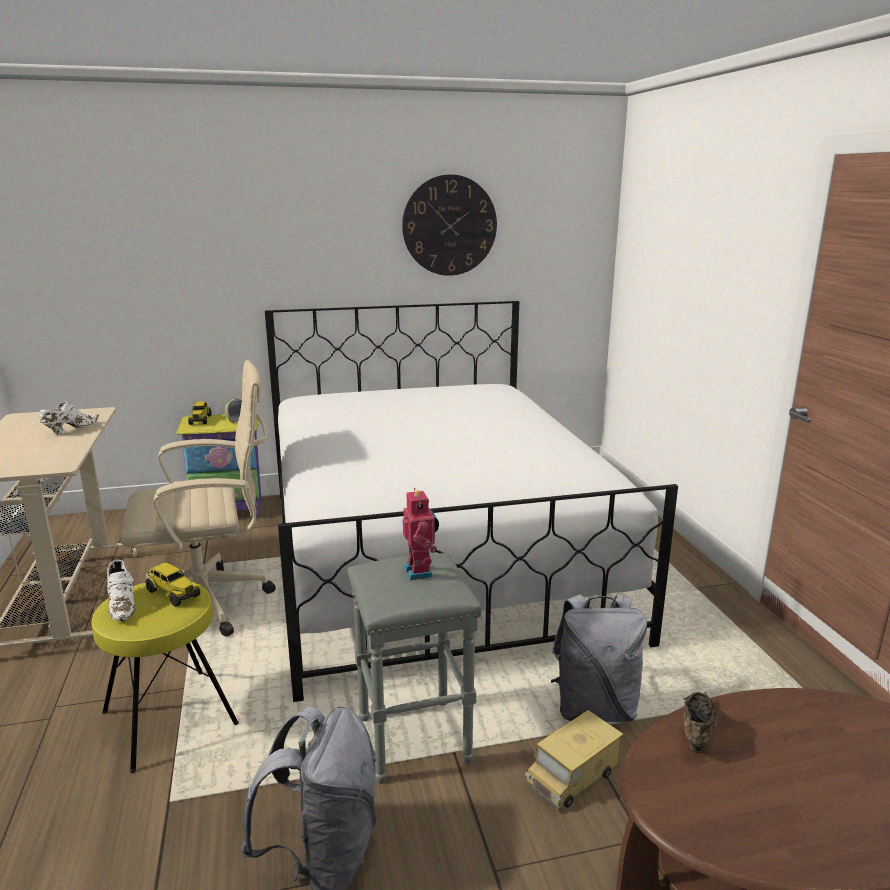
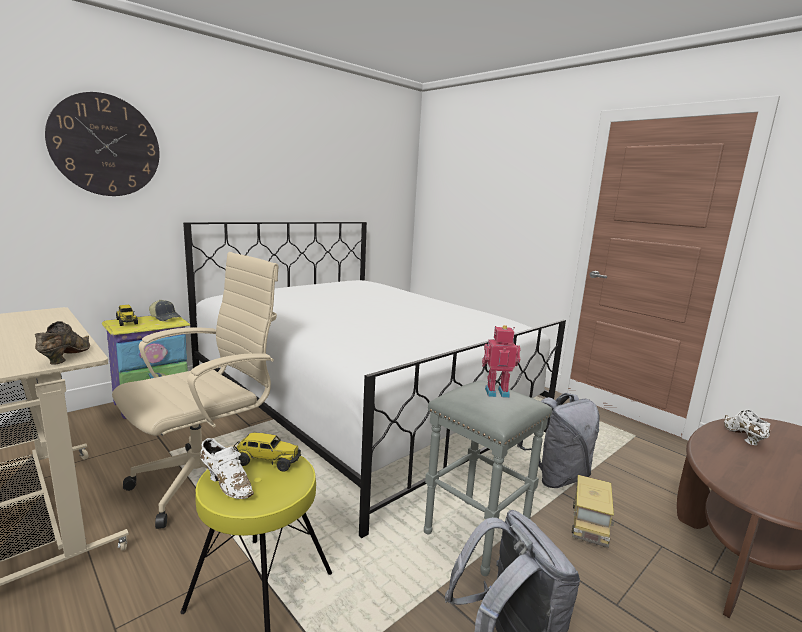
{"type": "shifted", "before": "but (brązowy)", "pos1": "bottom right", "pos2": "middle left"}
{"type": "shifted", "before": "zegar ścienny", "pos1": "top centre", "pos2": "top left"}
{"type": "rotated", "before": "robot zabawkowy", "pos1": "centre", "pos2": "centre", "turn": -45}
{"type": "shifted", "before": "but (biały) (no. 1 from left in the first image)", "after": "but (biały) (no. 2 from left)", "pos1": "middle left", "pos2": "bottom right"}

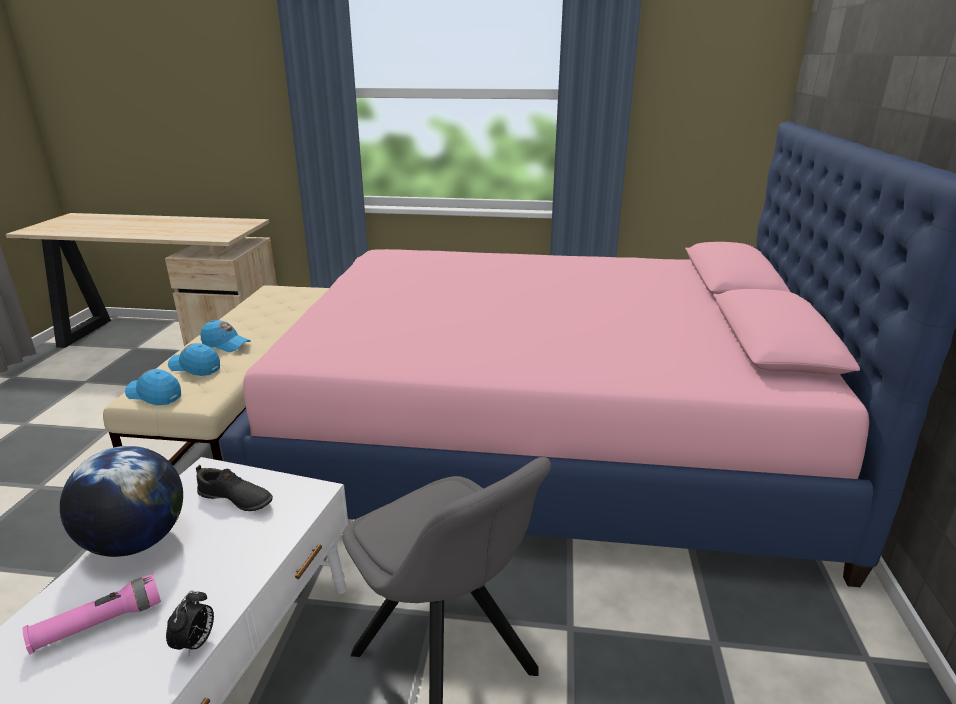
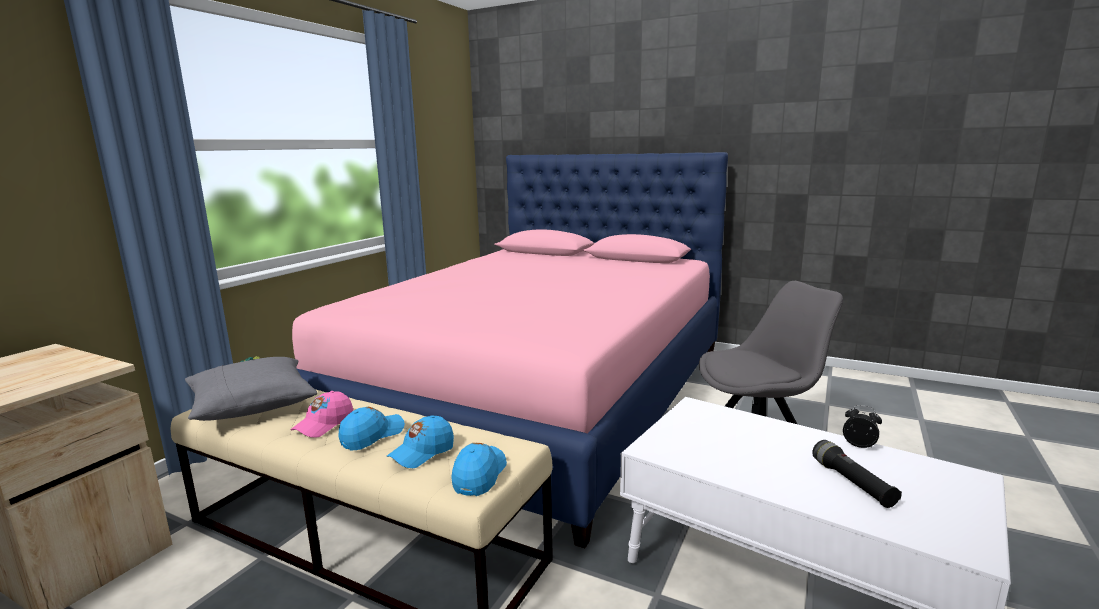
{"type": "new", "after": "poduszka (szary)", "pos2": "middle left"}
{"type": "new", "after": "czapka z daszkiem (różowy)", "pos2": "bottom left"}
{"type": "rotated", "before": "czapka z daszkiem (niebieski) (no. 1 from left in the first image)", "pos1": "middle left", "pos2": "bottom centre", "turn": 150}
{"type": "repainted", "before": "latarka (różowy)", "after": "latarka (czarny)", "pos1": "bottom left", "pos2": "bottom right"}
{"type": "gone", "before": "globus", "pos1": "bottom left"}
{"type": "gone", "before": "but (czarny)", "pos1": "bottom left"}

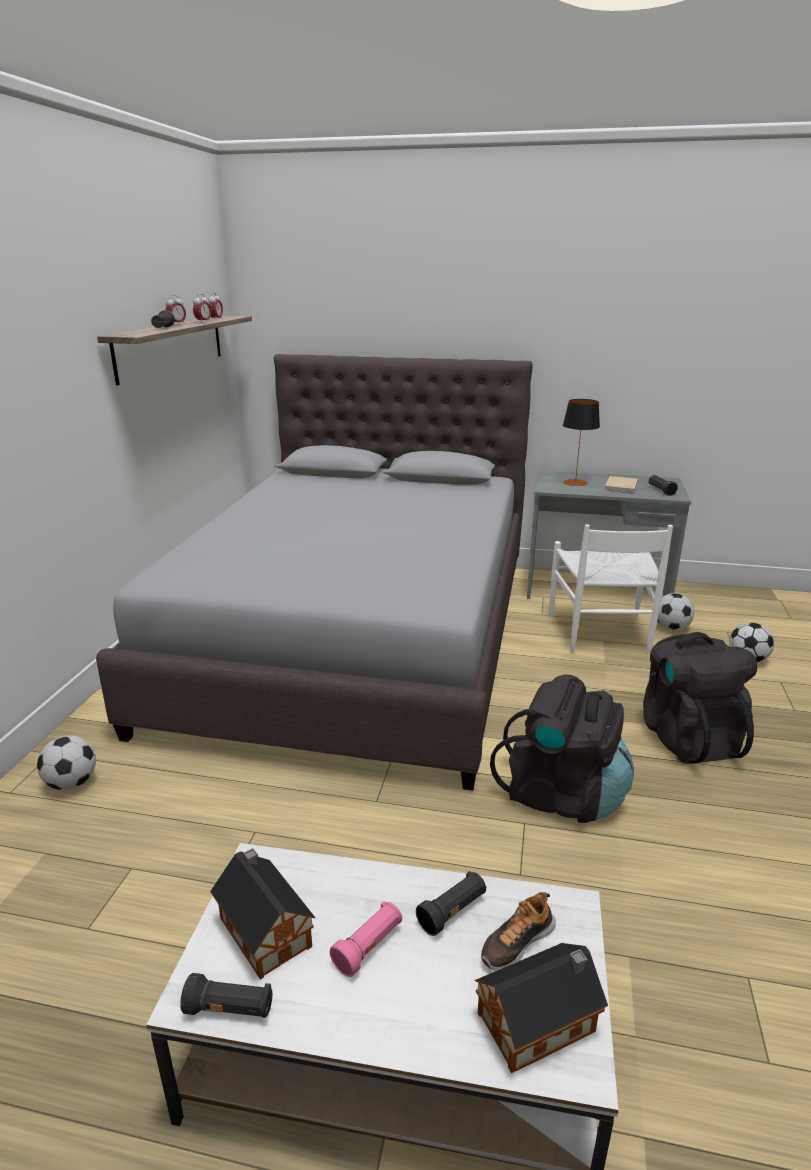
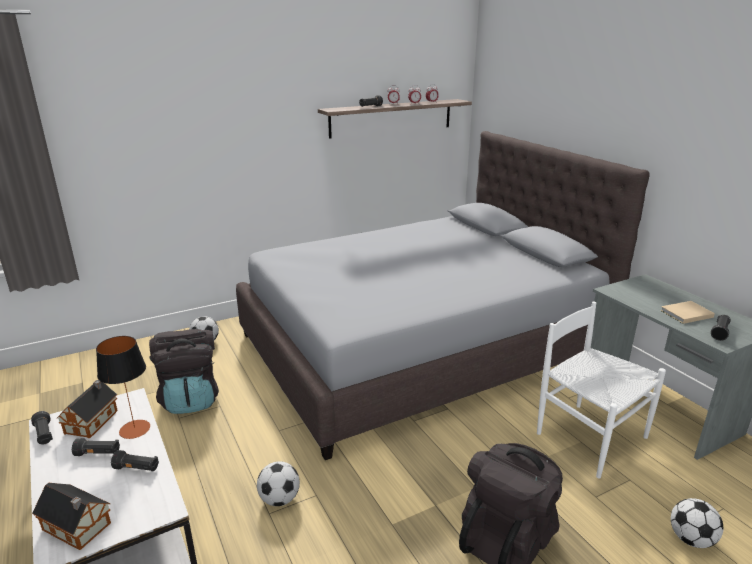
{"type": "repainted", "before": "latarka (różowy)", "after": "latarka (czarny) (no. 2 from left)", "pos1": "bottom centre", "pos2": "bottom left"}
{"type": "shifted", "before": "lampa stołowa", "pos1": "middle right", "pos2": "bottom left"}
{"type": "shifted", "before": "plecak (czarny) (no. 1 from left)", "pos1": "middle right", "pos2": "middle left"}
{"type": "shifted", "before": "piłka futbolowa (no. 2 from left)", "pos1": "middle right", "pos2": "bottom centre"}
{"type": "rotated", "before": "krzesło (biały)", "pos1": "middle right", "pos2": "bottom right", "turn": 90}
{"type": "gone", "before": "but", "pos1": "bottom centre"}

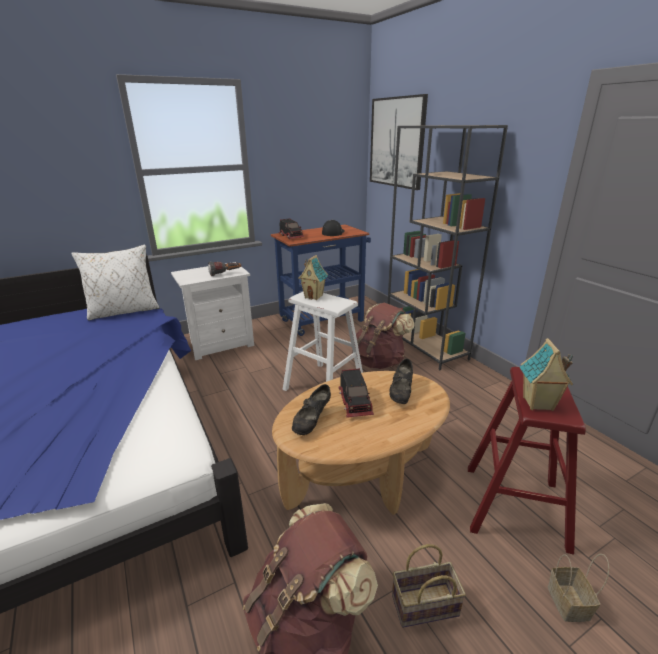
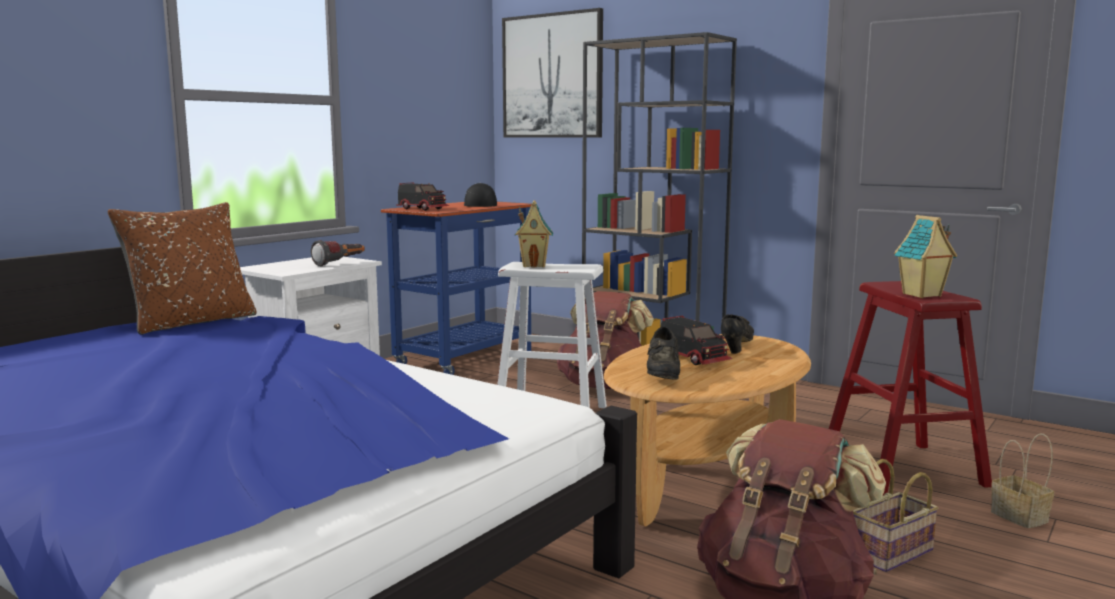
{"type": "repainted", "before": "poduszka (biały)", "after": "poduszka (brązowy)", "pos1": "middle left", "pos2": "middle left"}
{"type": "rotated", "before": "but (czarny) (no. 2 from left)", "pos1": "centre", "pos2": "centre", "turn": -150}

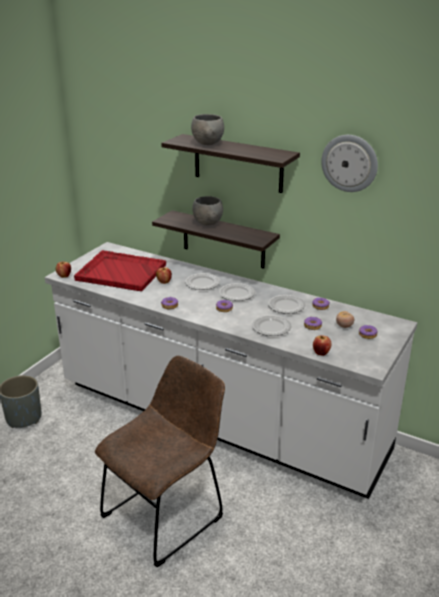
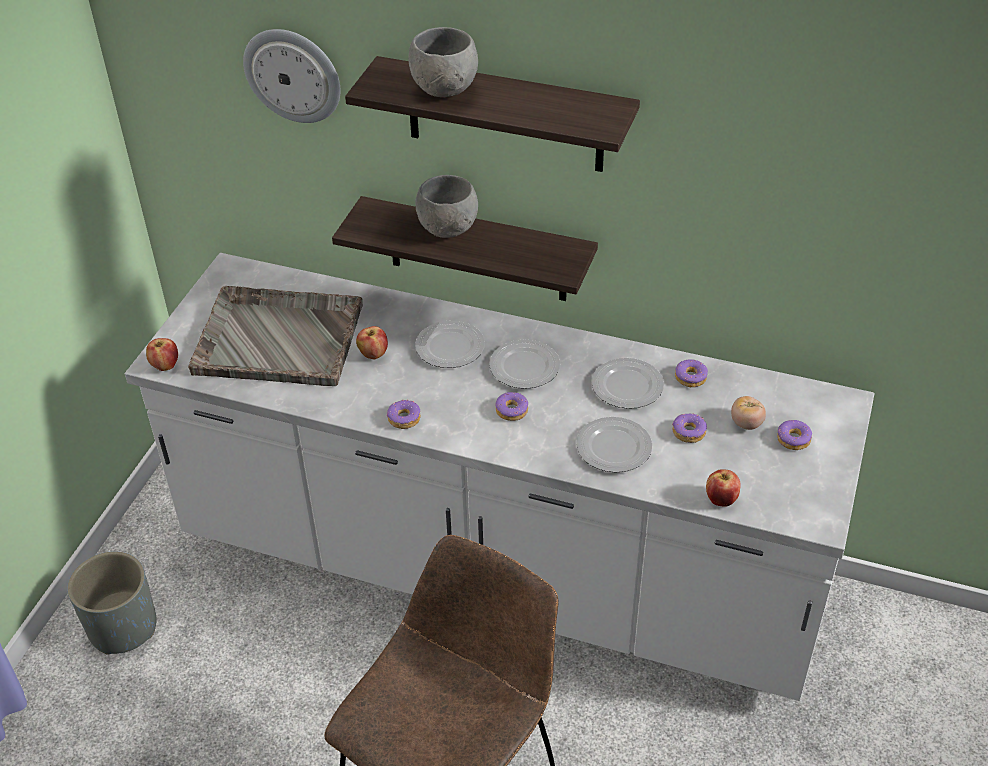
{"type": "repainted", "before": "taca (czerwony)", "after": "taca (szary)", "pos1": "middle left", "pos2": "middle left"}
{"type": "shifted", "before": "zegar ścienny", "pos1": "top right", "pos2": "top left"}

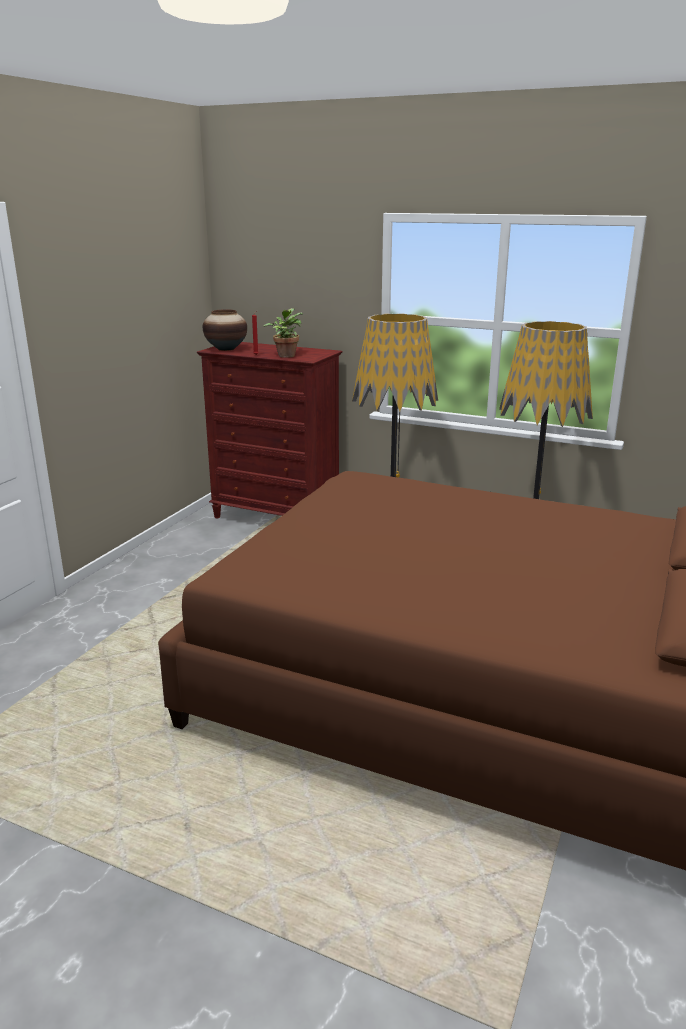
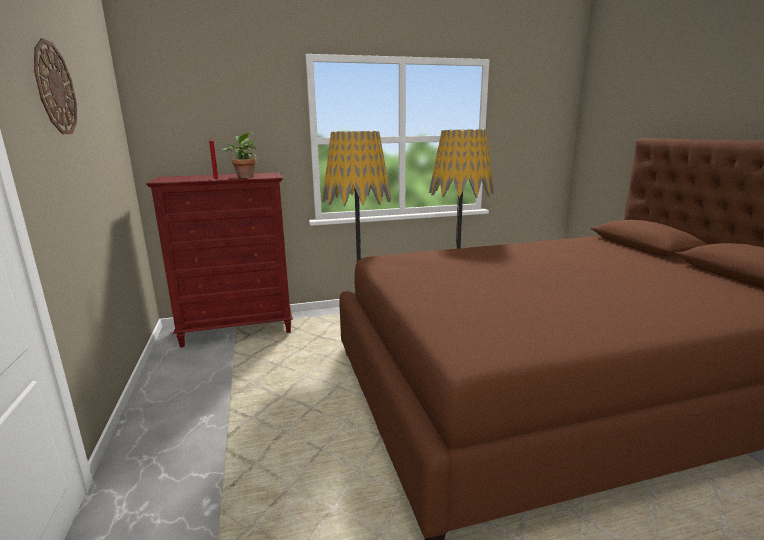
{"type": "new", "after": "zegar ścienny", "pos2": "top left"}
{"type": "gone", "before": "wazon", "pos1": "top left"}

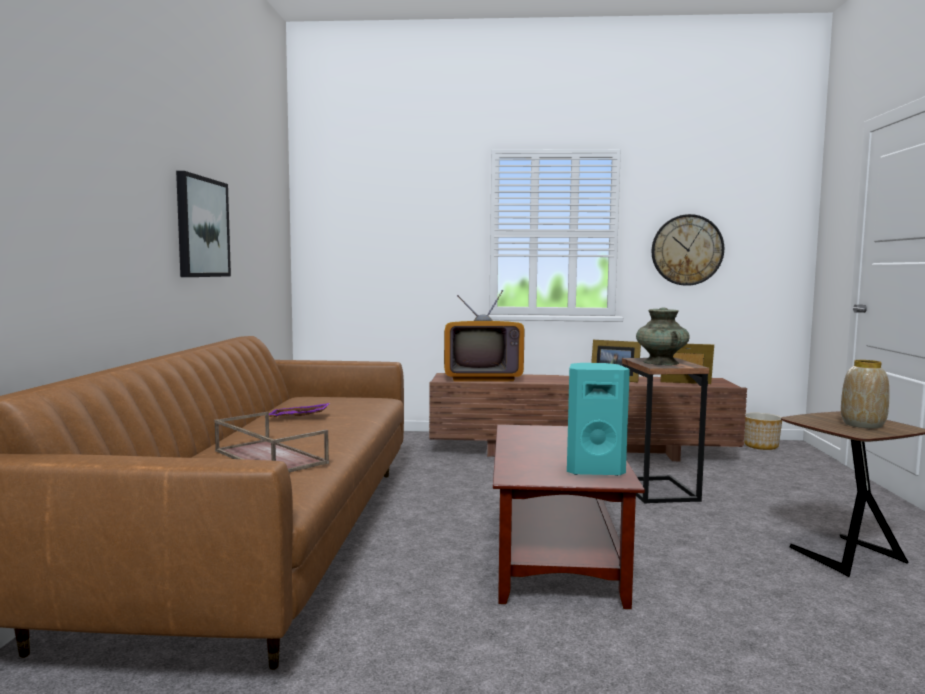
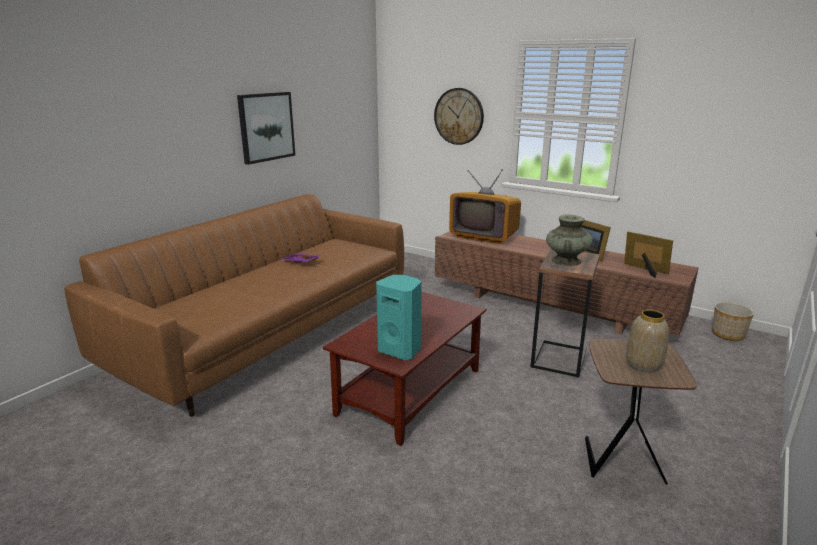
{"type": "shifted", "before": "zegar ścienny", "pos1": "middle right", "pos2": "top centre"}
{"type": "gone", "before": "taca (brązowy)", "pos1": "middle left"}

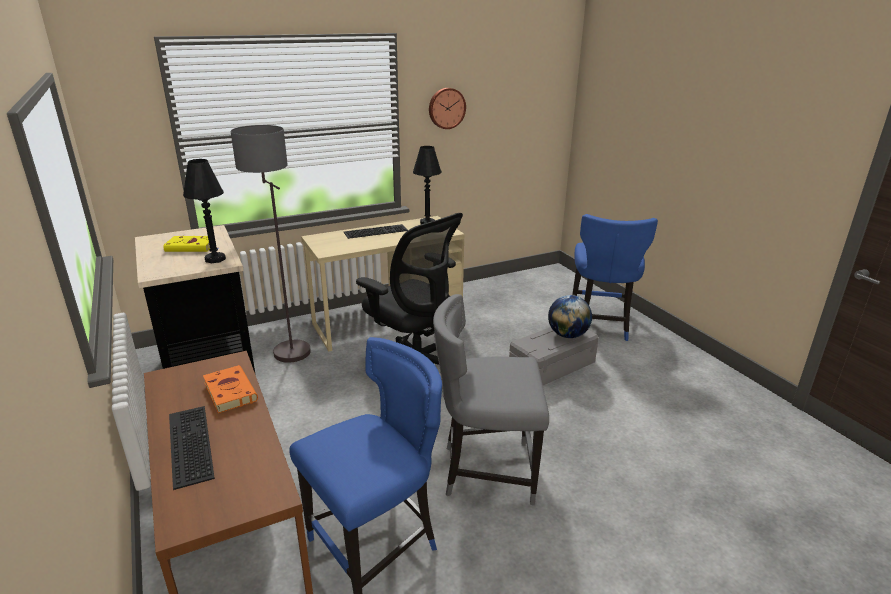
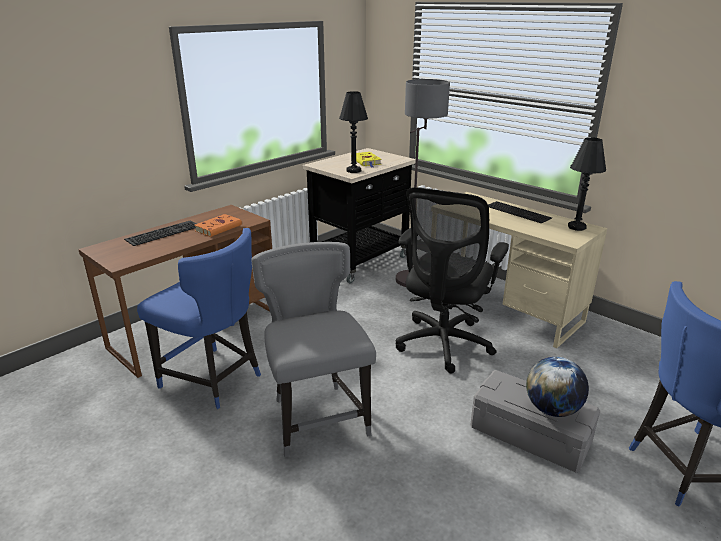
{"type": "gone", "before": "zegar ścienny", "pos1": "top centre"}

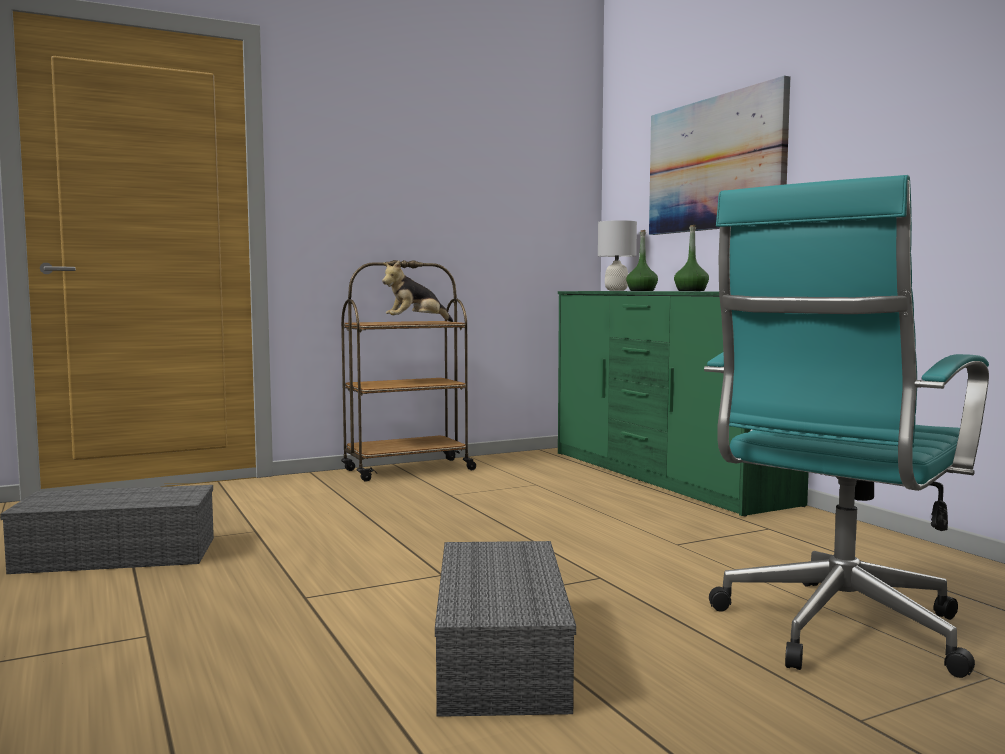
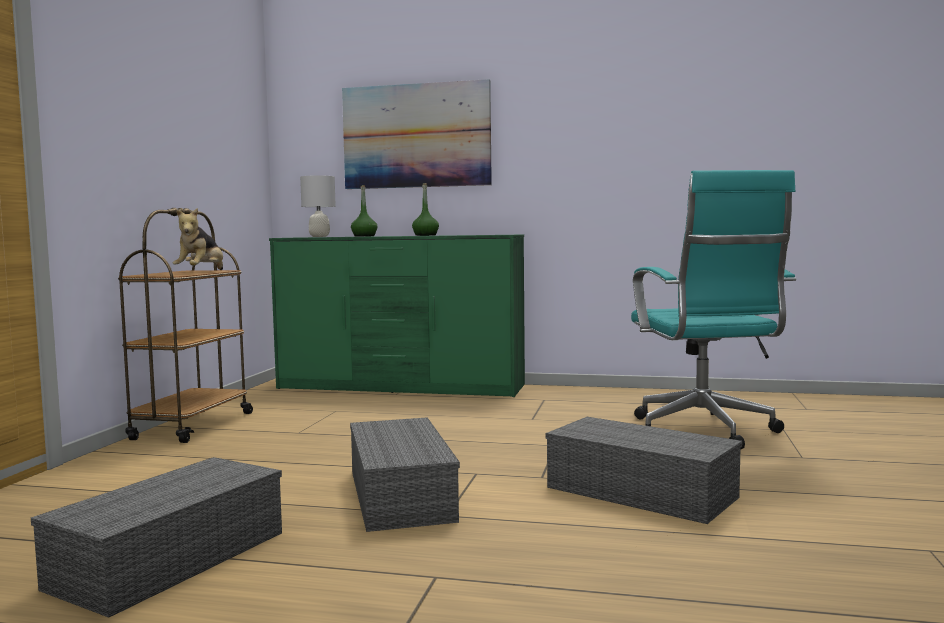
{"type": "new", "after": "pojemnik do przechowywania (szary) (no. 2 from left)", "pos2": "bottom centre"}

